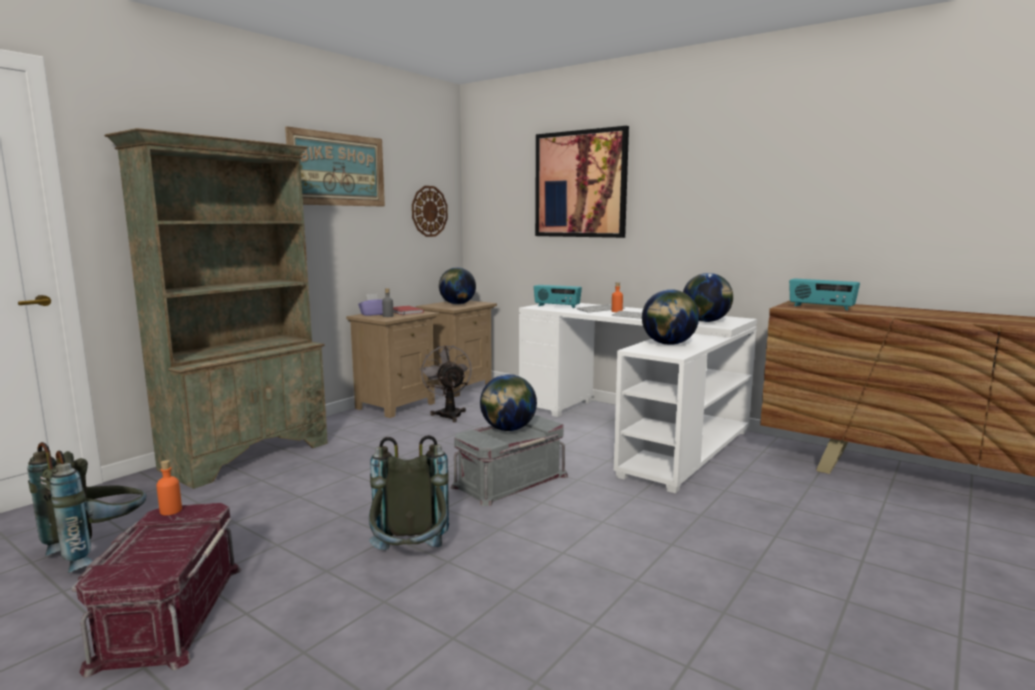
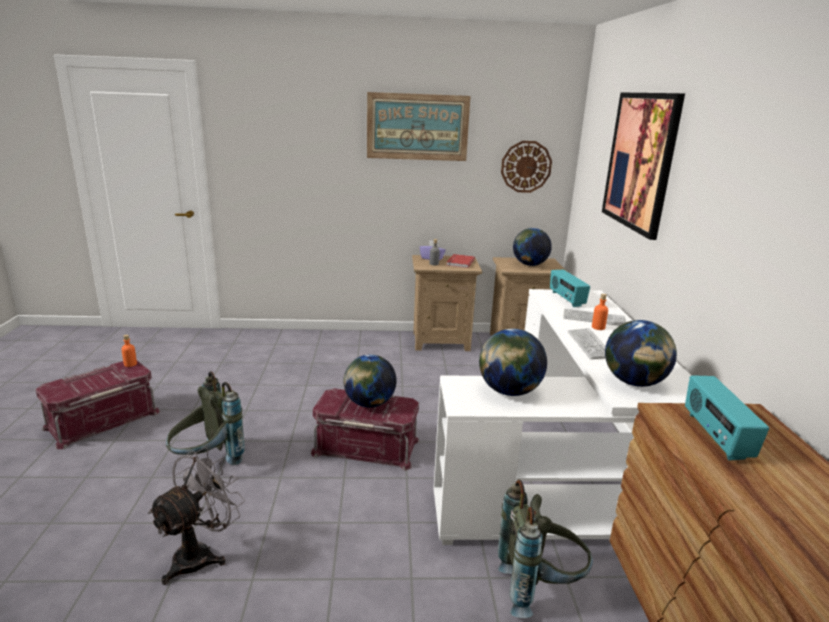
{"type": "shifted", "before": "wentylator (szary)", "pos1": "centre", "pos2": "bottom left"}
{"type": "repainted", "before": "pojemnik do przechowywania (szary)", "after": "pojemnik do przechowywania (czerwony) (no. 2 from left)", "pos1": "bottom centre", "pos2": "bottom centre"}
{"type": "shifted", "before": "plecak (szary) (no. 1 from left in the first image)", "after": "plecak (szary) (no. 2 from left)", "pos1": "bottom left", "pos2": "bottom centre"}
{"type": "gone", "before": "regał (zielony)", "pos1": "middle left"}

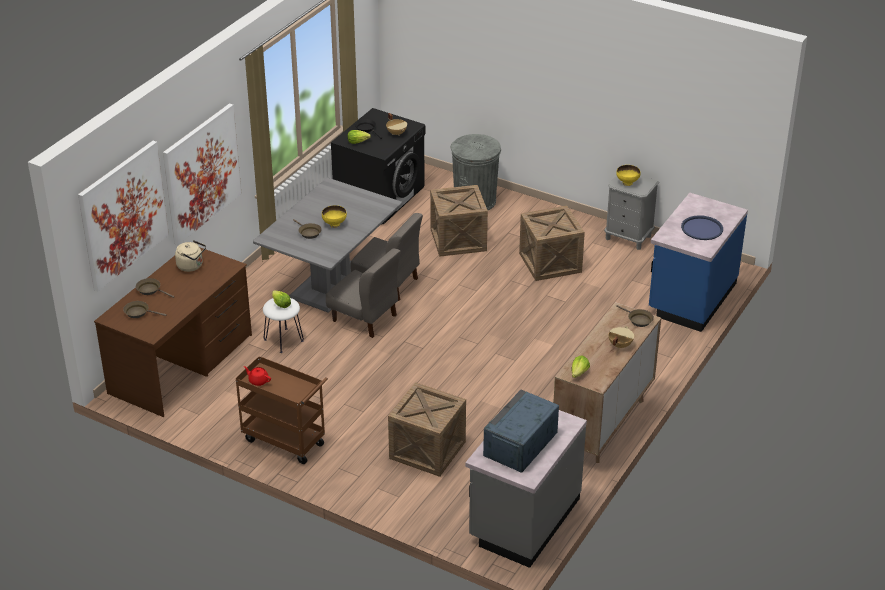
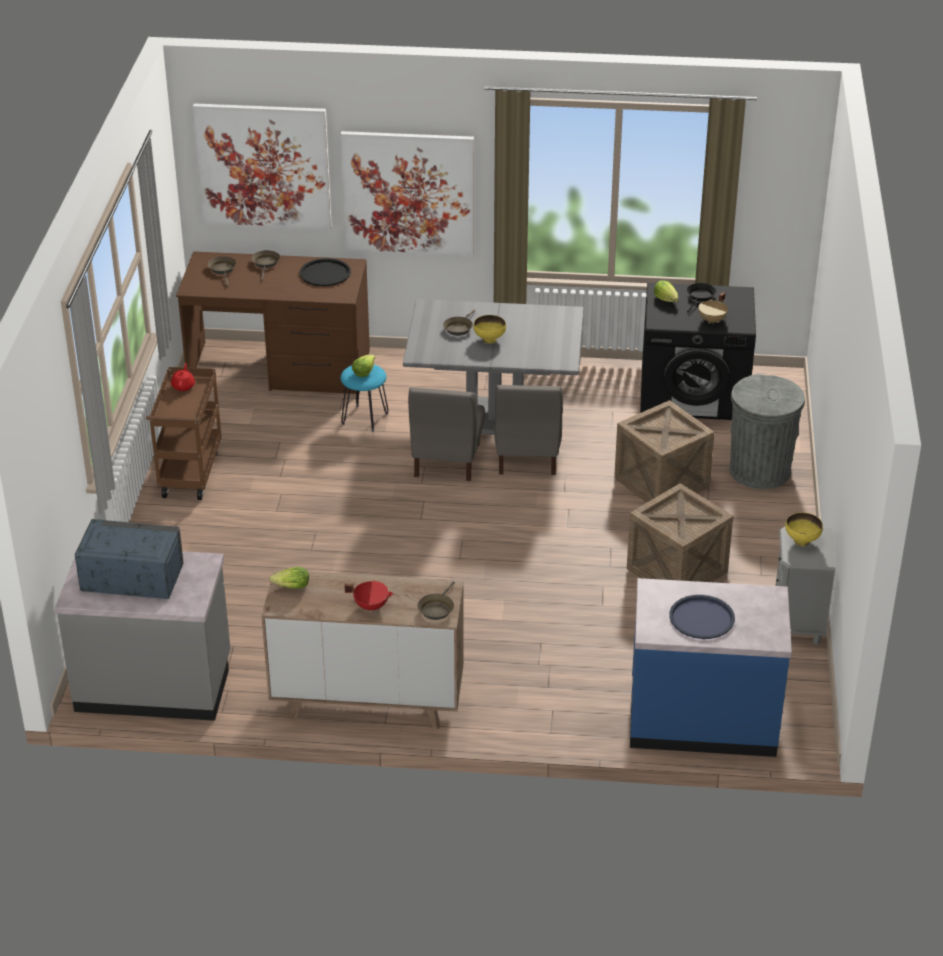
{"type": "swapped", "before": "czajnik (beżowy)", "after": "taca (czarny)", "pos1": "middle left", "pos2": "top centre"}
{"type": "repainted", "before": "stołek (biały)", "after": "stołek (turkusowy)", "pos1": "middle left", "pos2": "centre"}
{"type": "repainted", "before": "garnek (beżowy) (no. 2 from left)", "after": "garnek (czerwony)", "pos1": "middle right", "pos2": "centre"}
{"type": "gone", "before": "skrzynka (no. 1 from left)", "pos1": "bottom centre"}

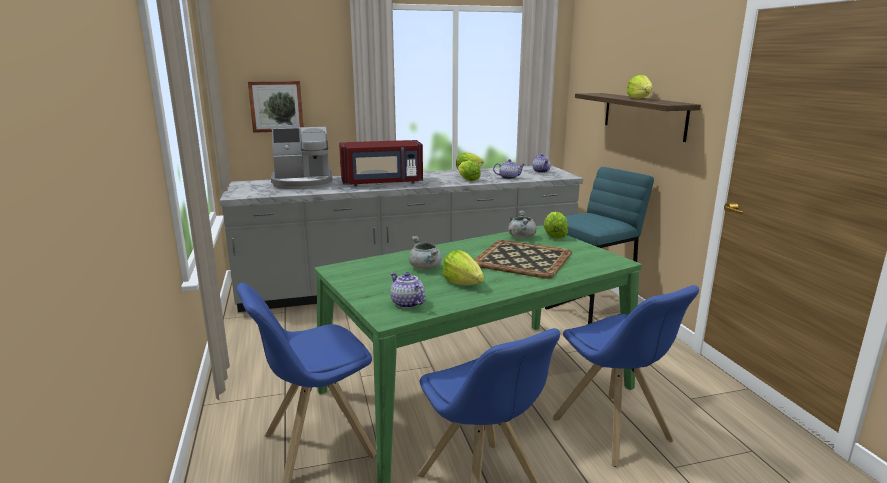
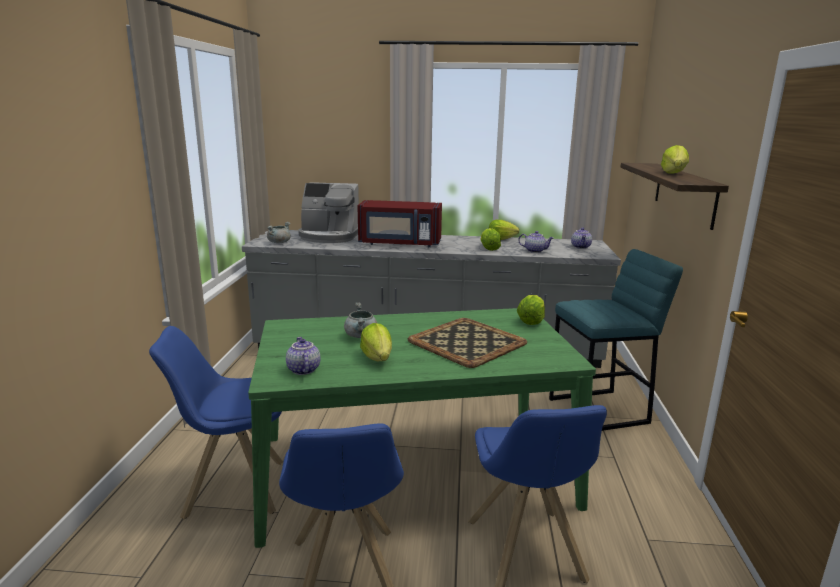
{"type": "shifted", "before": "garnek (szary) (no. 2 from left in the first image)", "after": "garnek (szary) (no. 1 from left)", "pos1": "centre", "pos2": "middle left"}
{"type": "gone", "before": "obraz", "pos1": "top left"}

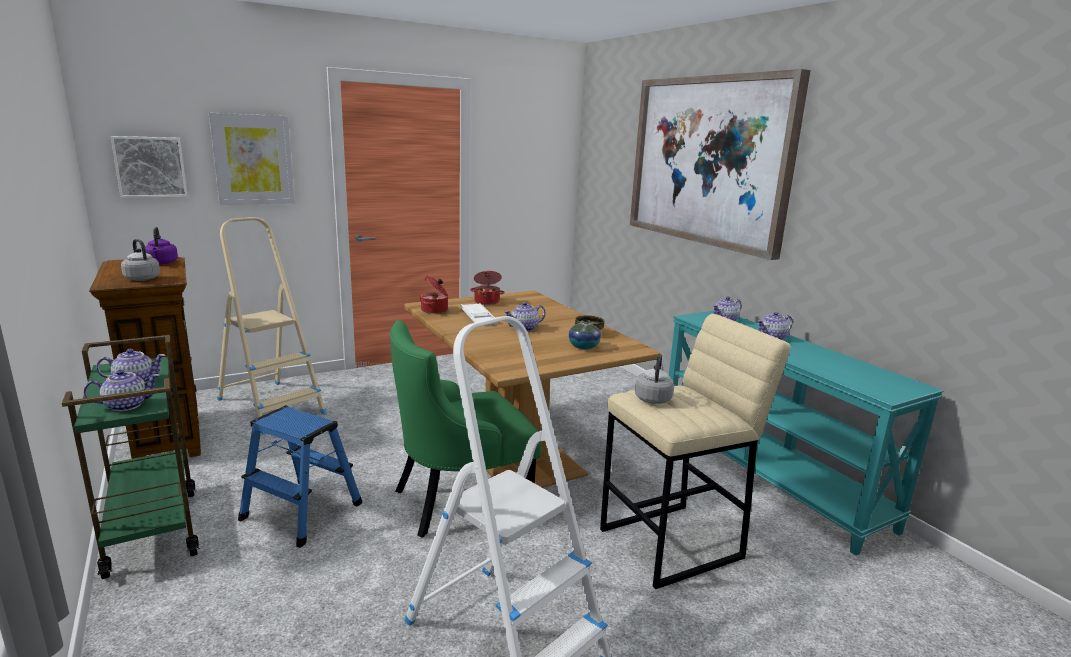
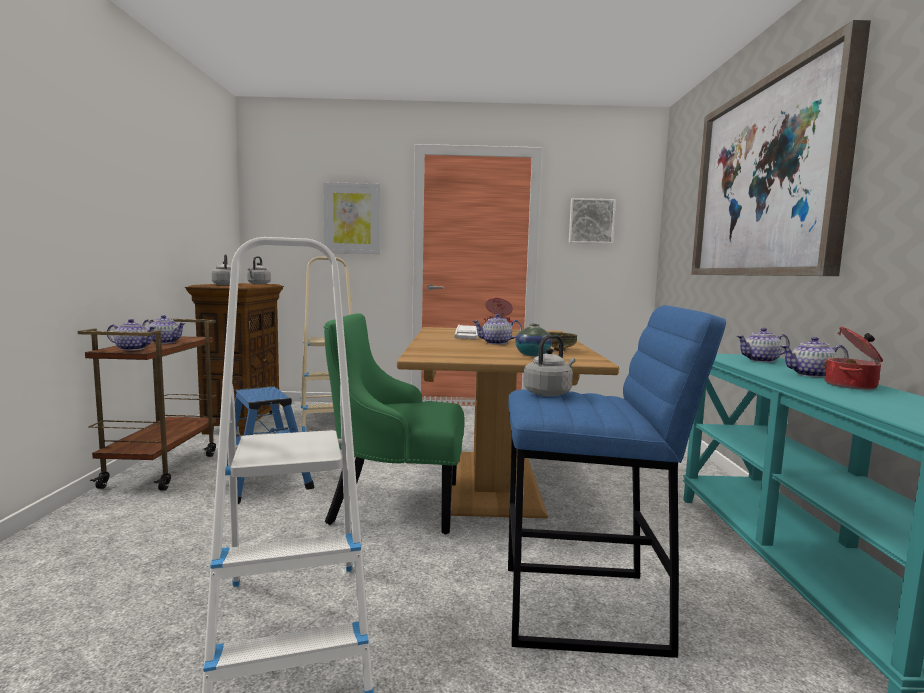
{"type": "repainted", "before": "wózek (zielony)", "after": "wózek (brązowy)", "pos1": "bottom left", "pos2": "middle left"}
{"type": "repainted", "before": "czajnik (fioletowy)", "after": "czajnik (szary) (no. 2 from left)", "pos1": "middle left", "pos2": "middle left"}
{"type": "repainted", "before": "stołek (beżowy)", "after": "stołek (niebieski)", "pos1": "bottom centre", "pos2": "bottom right"}
{"type": "shifted", "before": "obraz (no. 1 from left in the first image)", "after": "obraz (no. 2 from left)", "pos1": "top left", "pos2": "top centre"}
{"type": "shifted", "before": "garnek (no. 1 from left in the first image)", "after": "garnek (no. 2 from left)", "pos1": "centre", "pos2": "middle right"}

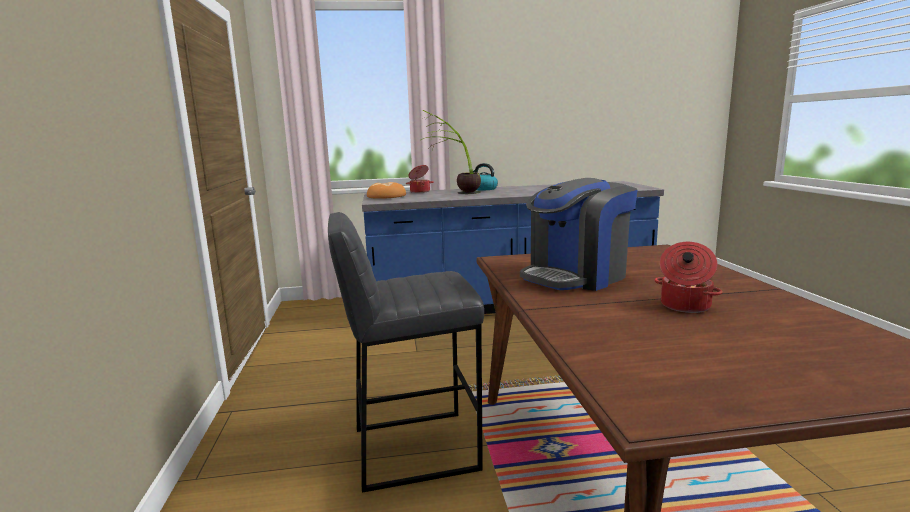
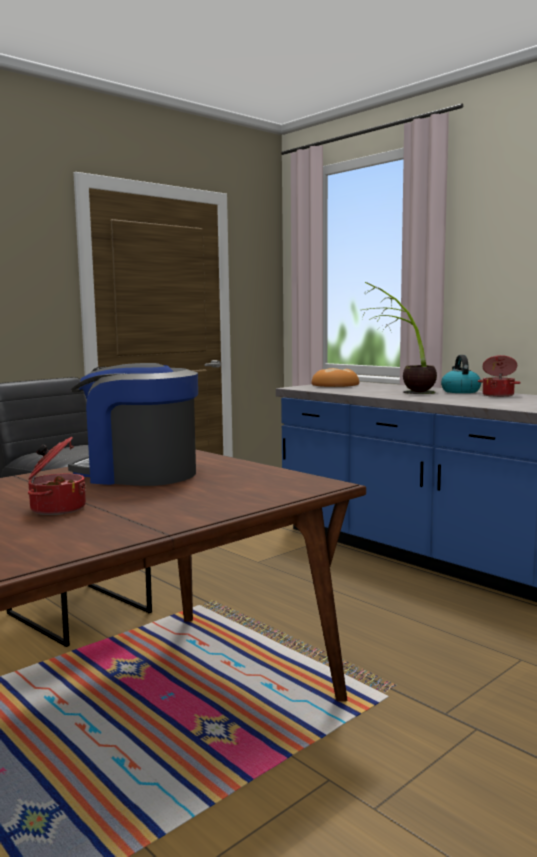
{"type": "shifted", "before": "garnek (no. 1 from left in the first image)", "after": "garnek (no. 2 from left)", "pos1": "centre", "pos2": "middle right"}

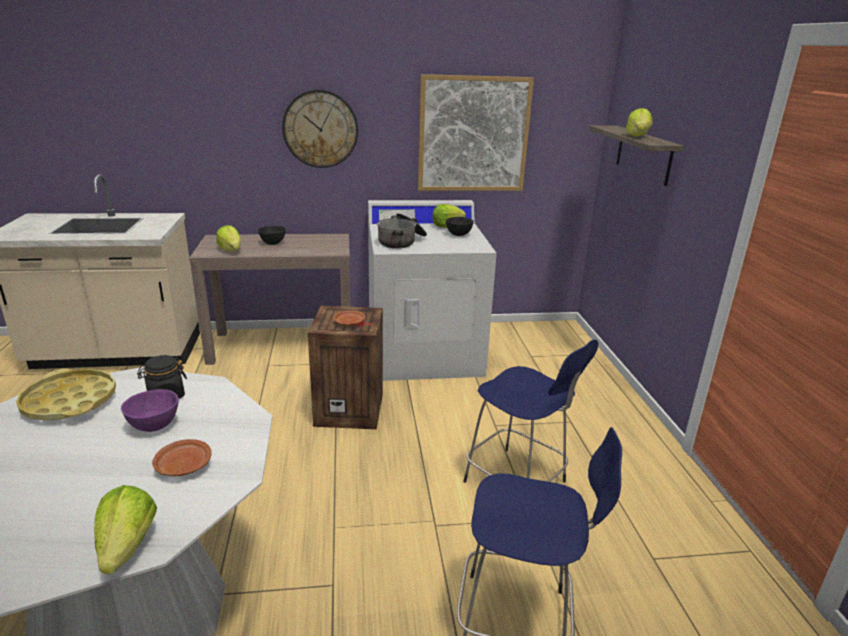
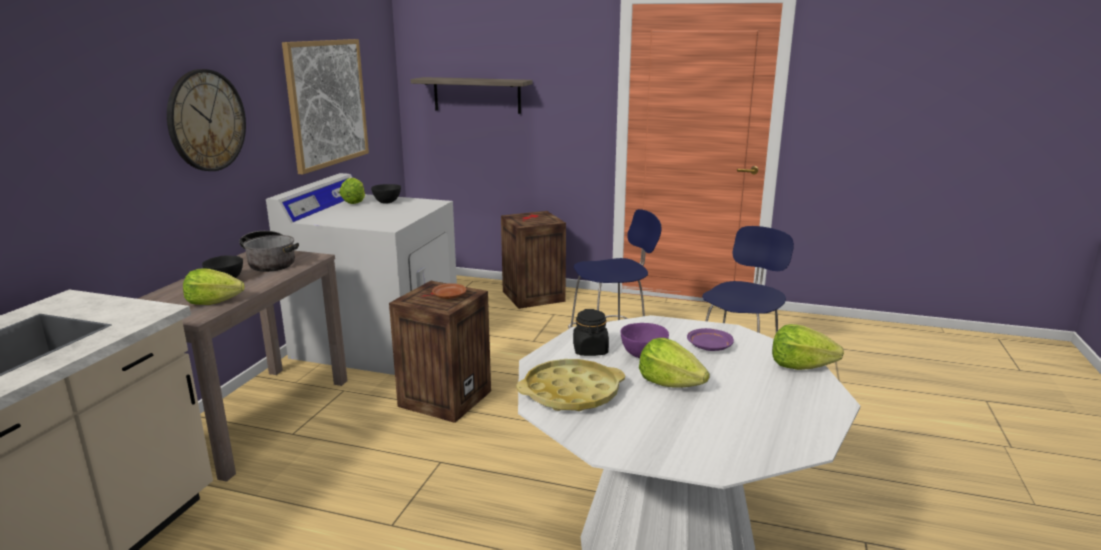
{"type": "shifted", "before": "garnek", "pos1": "centre", "pos2": "middle left"}
{"type": "new", "after": "skrzynka (no. 2 from left)", "pos2": "centre"}
{"type": "shifted", "before": "sałata (no. 4 from left in the first image)", "after": "sałata (no. 3 from left)", "pos1": "top right", "pos2": "centre"}
{"type": "repainted", "before": "talerz (brązowy) (no. 1 from left)", "after": "talerz (fioletowy)", "pos1": "bottom left", "pos2": "centre"}

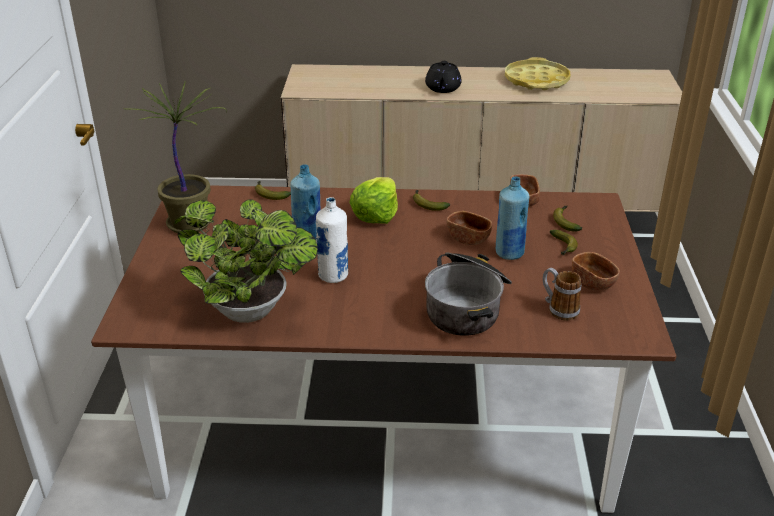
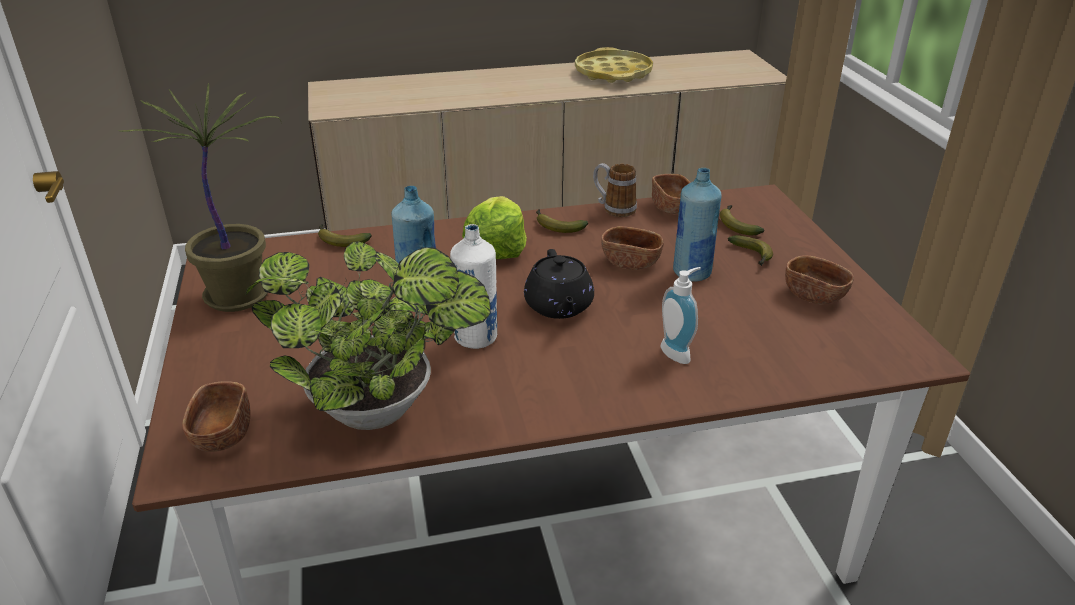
{"type": "new", "after": "miska (brązowy) (no. 1 from left)", "pos2": "bottom left"}
{"type": "shifted", "before": "imbryk (czarny)", "pos1": "top centre", "pos2": "centre"}
{"type": "shifted", "before": "kubek", "pos1": "middle right", "pos2": "top centre"}
{"type": "swapped", "before": "garnek", "after": "dozownik mydła", "pos1": "centre", "pos2": "centre"}

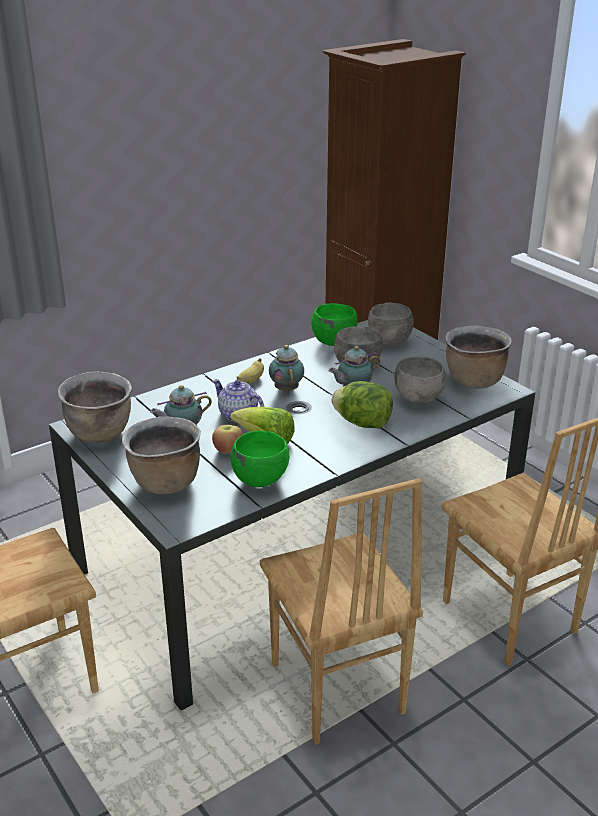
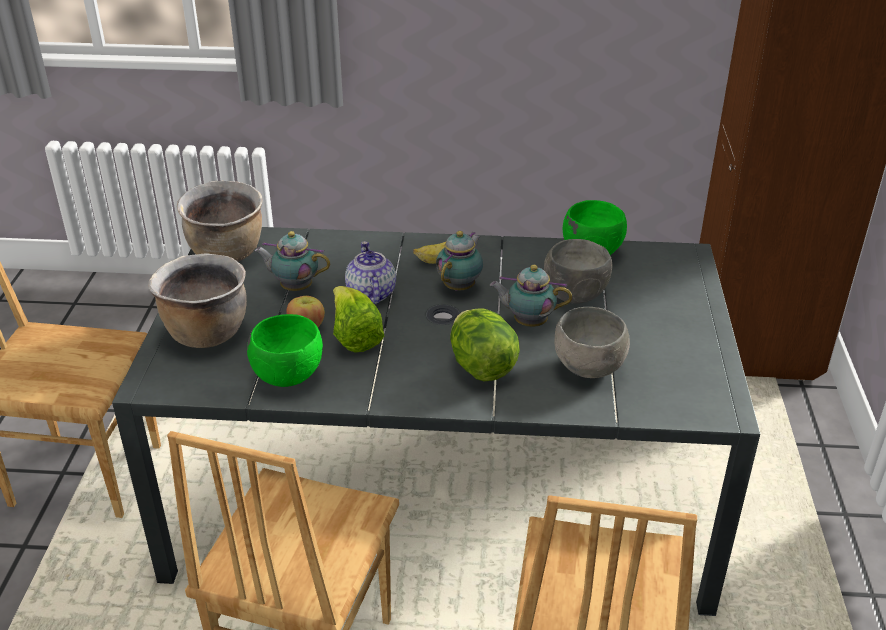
{"type": "gone", "before": "miska (szary) (no. 2 from left)", "pos1": "centre"}
{"type": "gone", "before": "garnek (brązowy) (no. 3 from left)", "pos1": "middle right"}

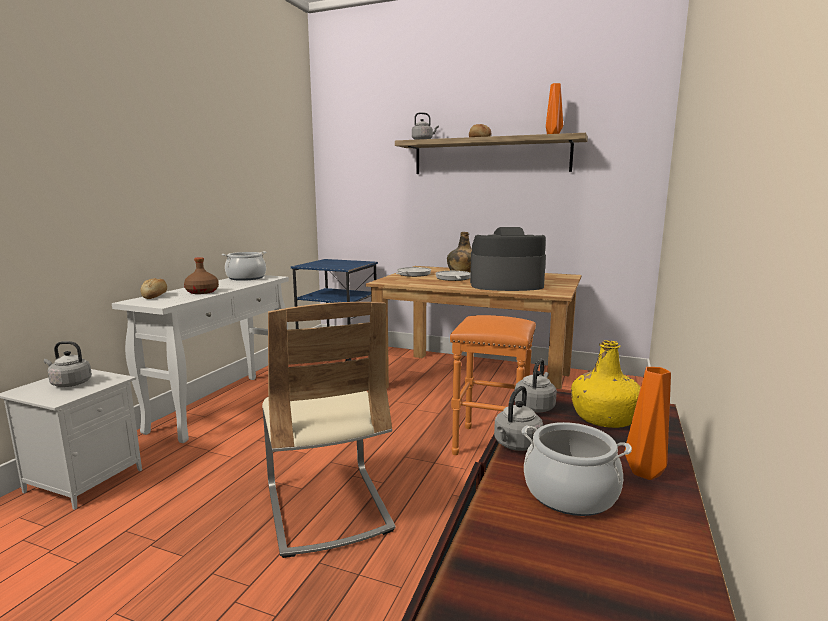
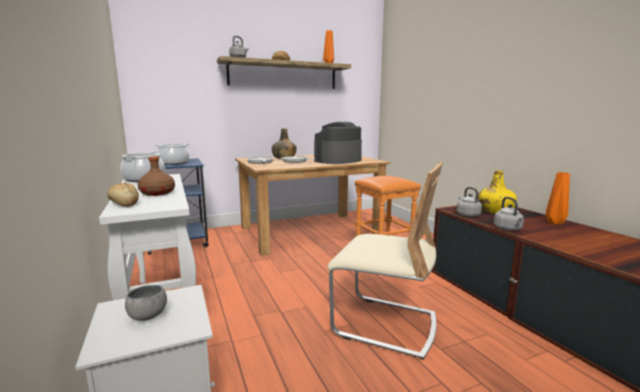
{"type": "swapped", "before": "czajnik (szary) (no. 1 from left)", "after": "miska (szary)", "pos1": "middle left", "pos2": "bottom left"}
{"type": "shifted", "before": "garnek (no. 2 from left)", "pos1": "bottom right", "pos2": "middle left"}

